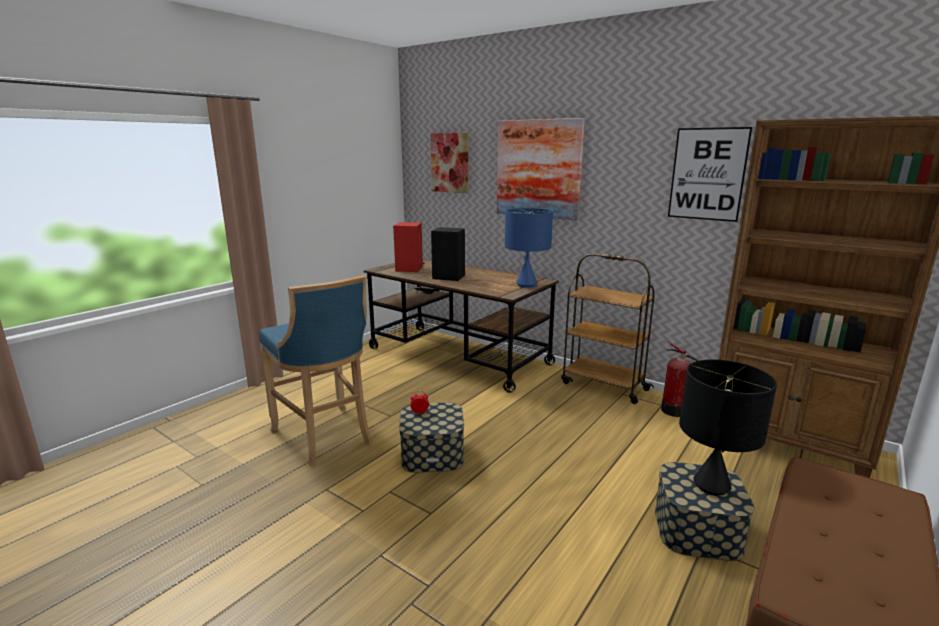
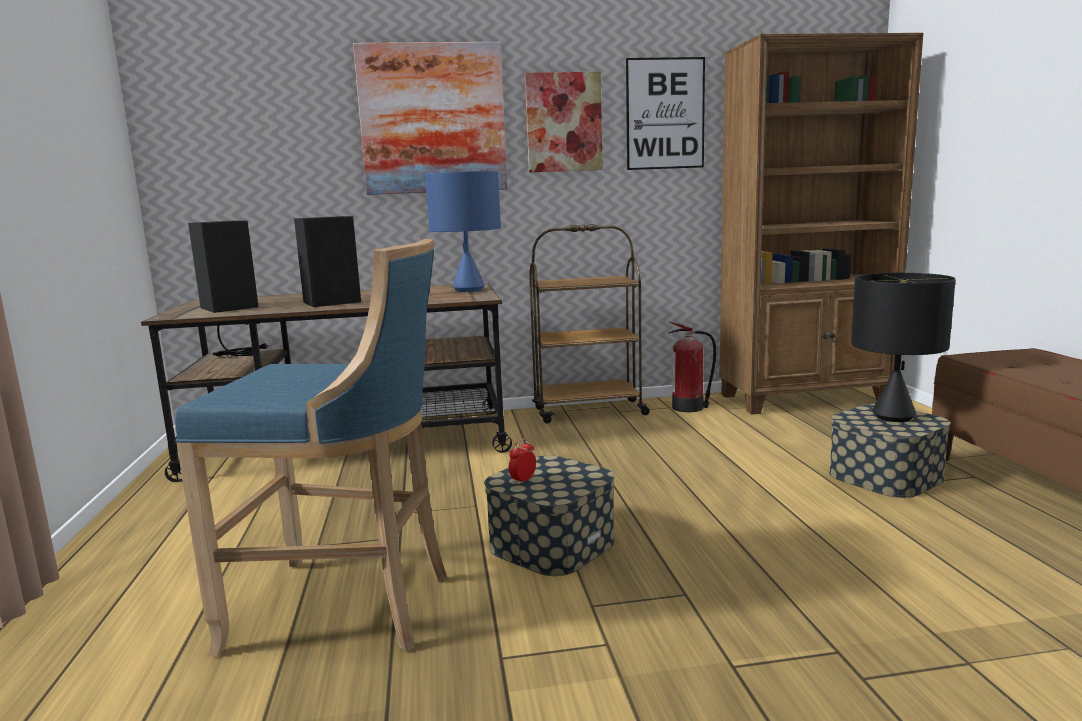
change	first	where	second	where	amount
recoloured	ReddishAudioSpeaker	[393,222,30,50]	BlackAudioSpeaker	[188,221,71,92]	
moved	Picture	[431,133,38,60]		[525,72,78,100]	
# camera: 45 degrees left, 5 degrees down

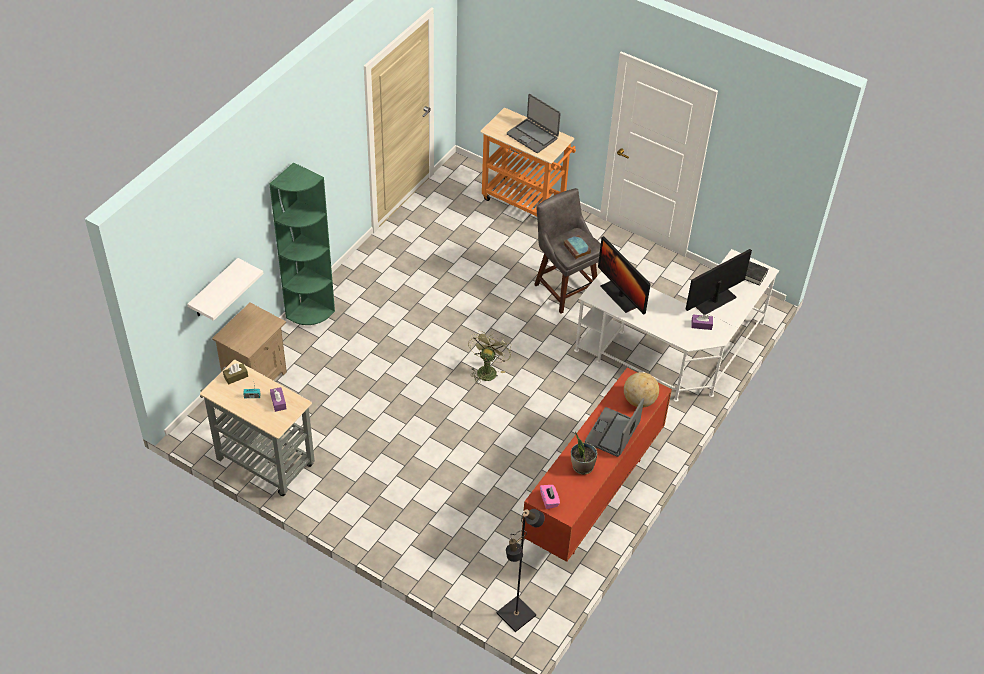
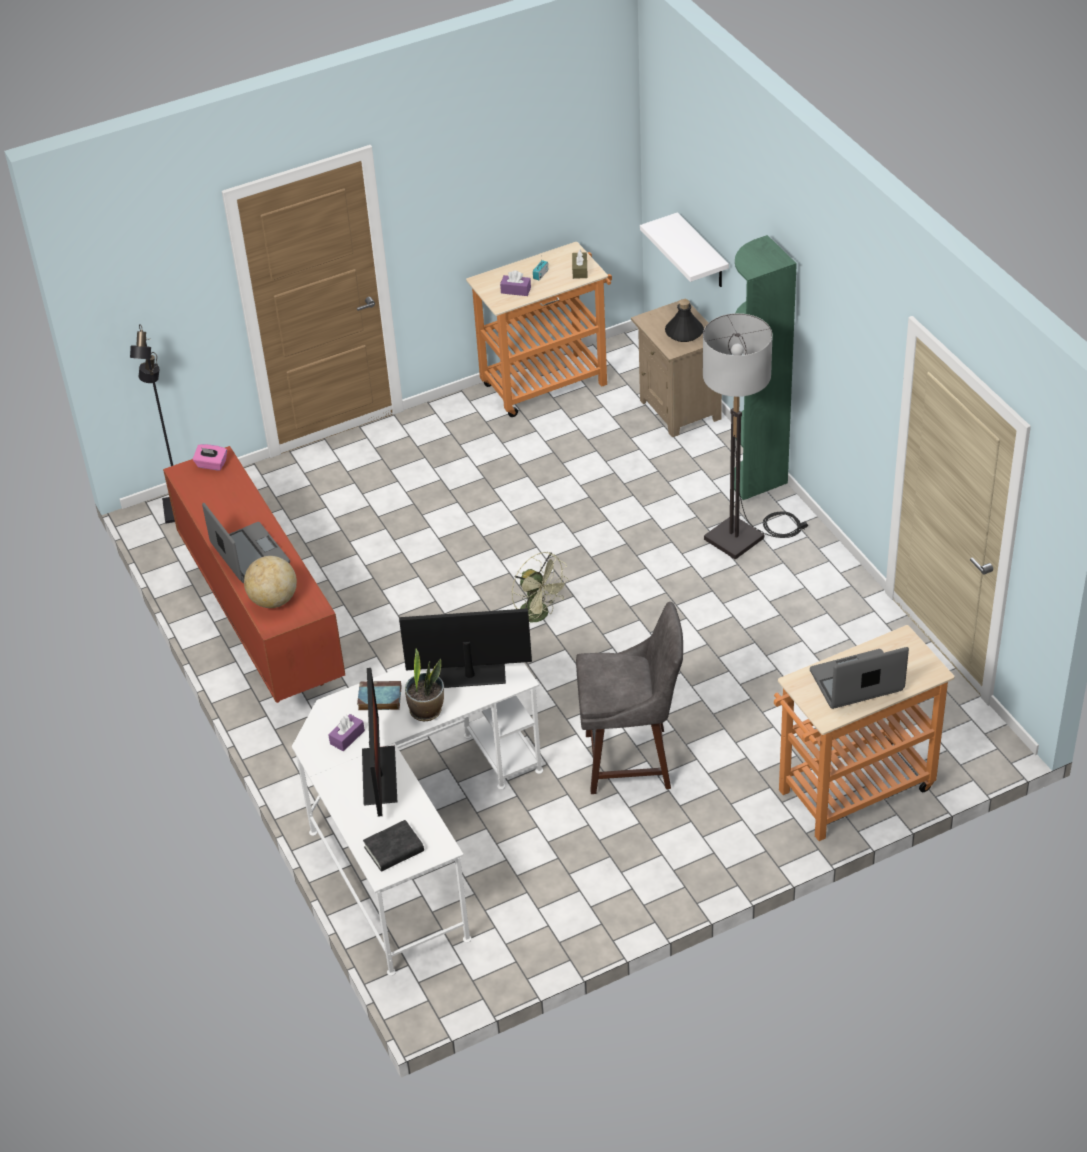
change	first	where	second	where	amount
recoloured	GrayCart	[200,360,115,136]	OrangeCart	[466,242,146,175]	
moved	BoundBook	[563,235,28,24]		[357,681,45,29]	
moved	PlantInAPot	[571,432,26,43]		[405,649,39,72]	
added			BlackBottle	[665,299,39,43]	
added			FloorLamp	[703,313,105,247]	
# camera: 125 degrees right, 5 degrees down

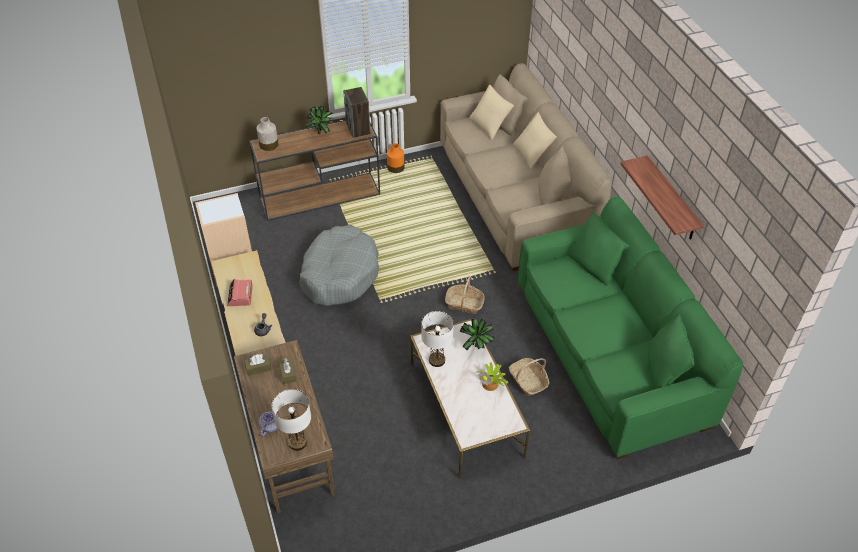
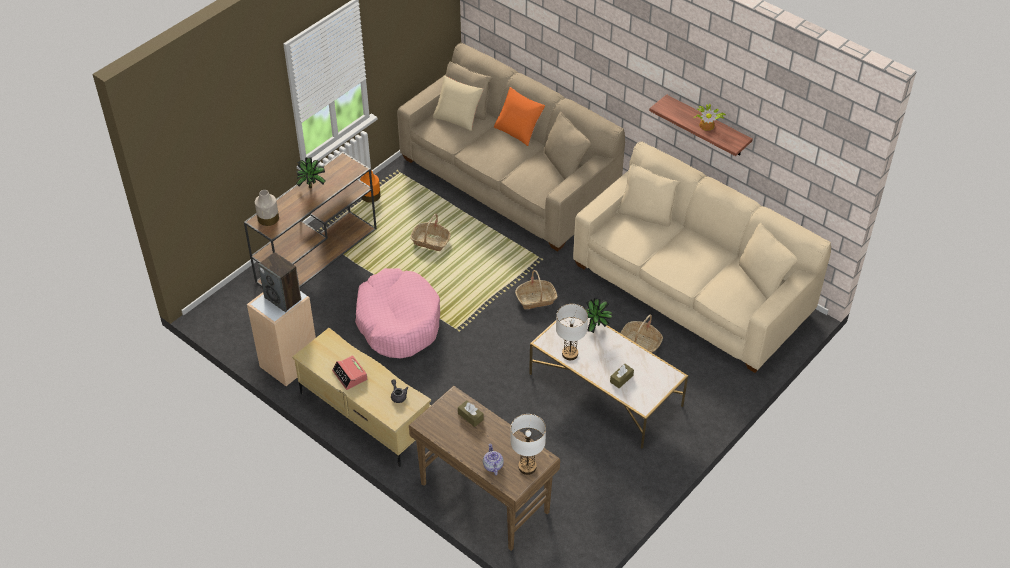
change	first	where	second	where	amount
moved	BrownishBoxOfTissues	[244,354,28,22]		[610,364,24,24]	
recoloured	GrayPetBed	[299,225,80,81]	PinkishPetBed	[355,268,85,90]	
moved	AudioSpeaker	[343,87,28,51]		[258,252,43,60]	
moved	PlantInAPot	[476,362,32,29]		[694,104,32,27]	
recoloured	BeigeColouredThrowPillow	[514,112,43,57]	OrangeThrowPillow	[494,87,51,59]	
recoloured	GreenishCouch	[517,197,226,262]	BeigeColouredCouch	[573,141,258,232]	
added			Basket	[410,214,41,37]	
# camera: 30 degrees left, 0 degrees up

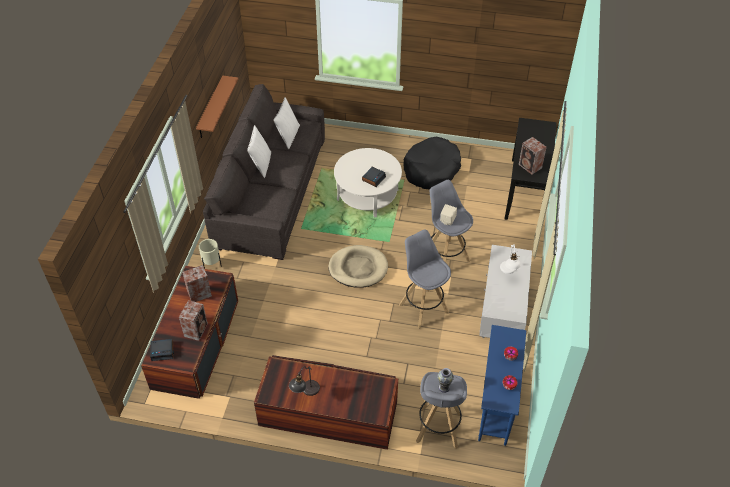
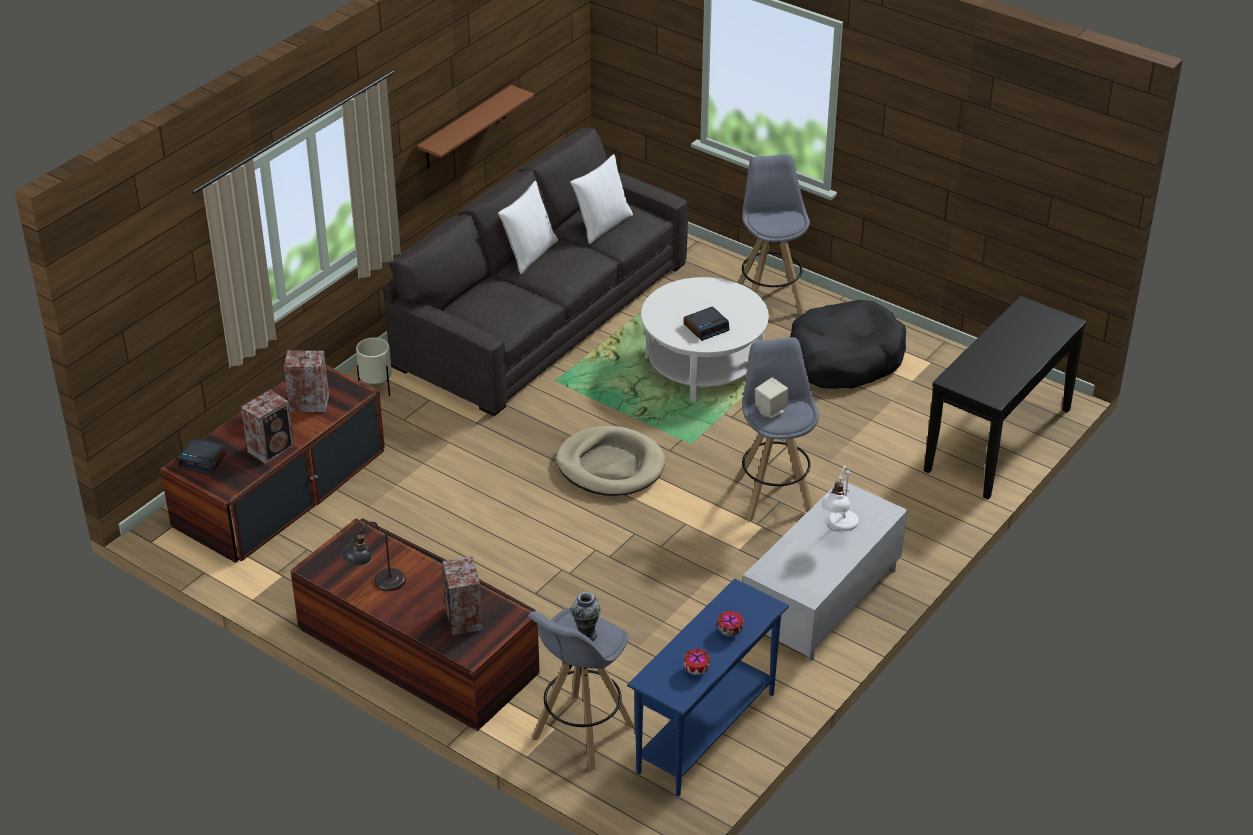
change	first	where	second	where	amount
moved	GrayStool	[399,230,52,99]		[738,154,72,161]	
moved	AudioSpeaker	[519,137,28,38]		[442,556,41,79]	
# camera: 25 degrees right, 10 degrees down

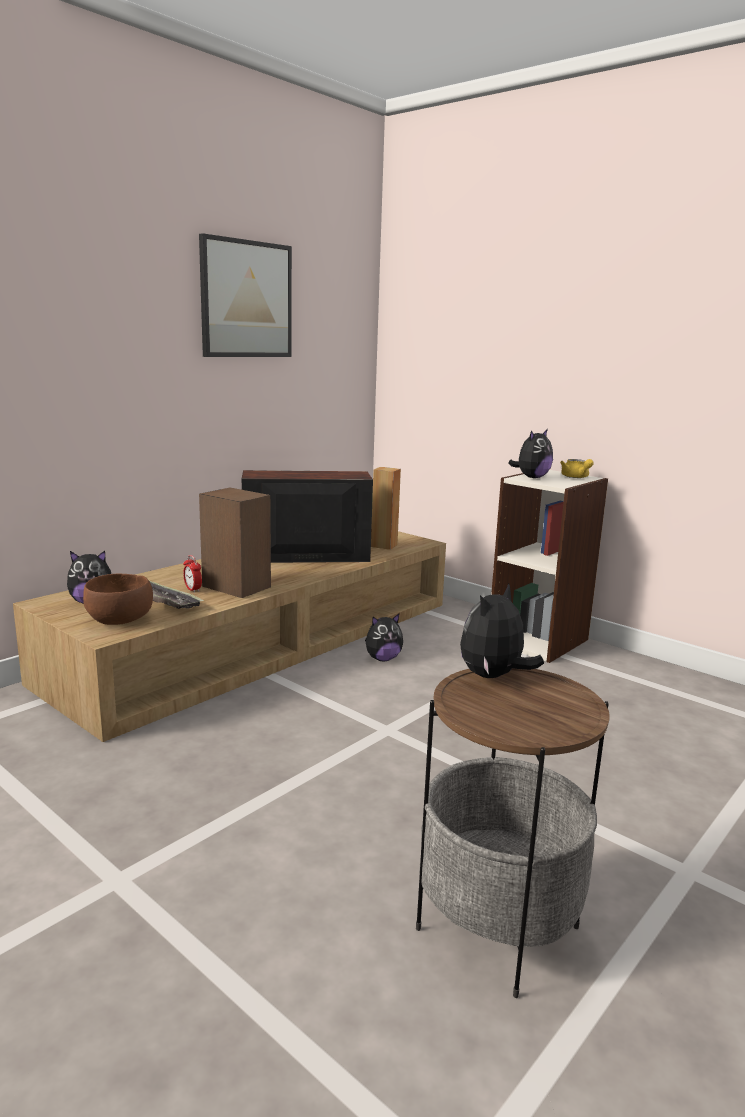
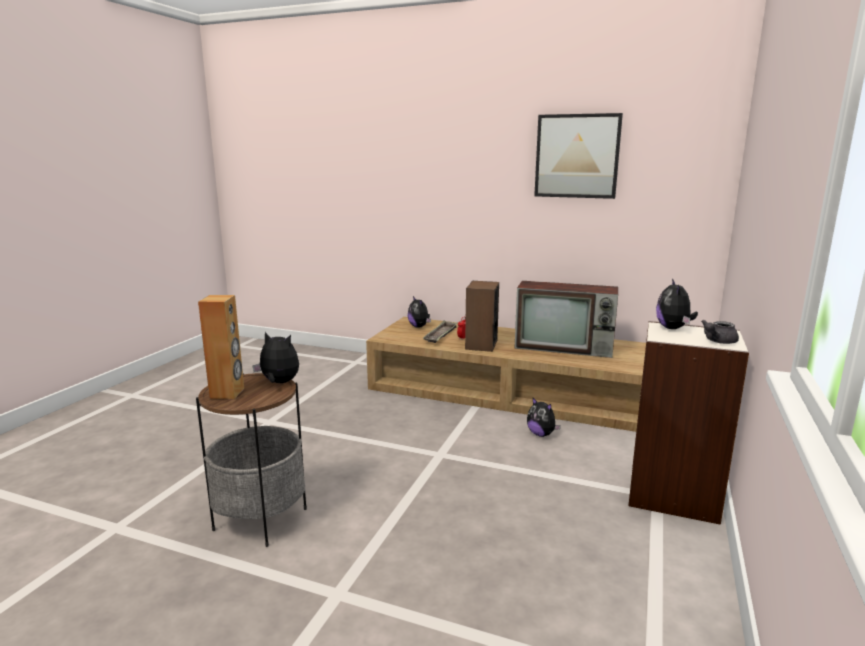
change	first	where	second	where	amount
removed	BrownishDeepDish	[83,574,70,51]			
turned	Television	[242,470,131,93]		[514,281,104,77]	135 degrees clockwise
moved	BrownishAudioSpeaker	[371,467,30,83]		[198,295,46,104]	
turned	CuddlyToy	[508,429,45,49]		[656,278,42,51]	75 degrees clockwise
recoloured	YellowishTeaPot	[560,459,34,19]	GrayTeaPot	[701,320,38,24]	
# camera: 70 degrees right, 0 degrees up

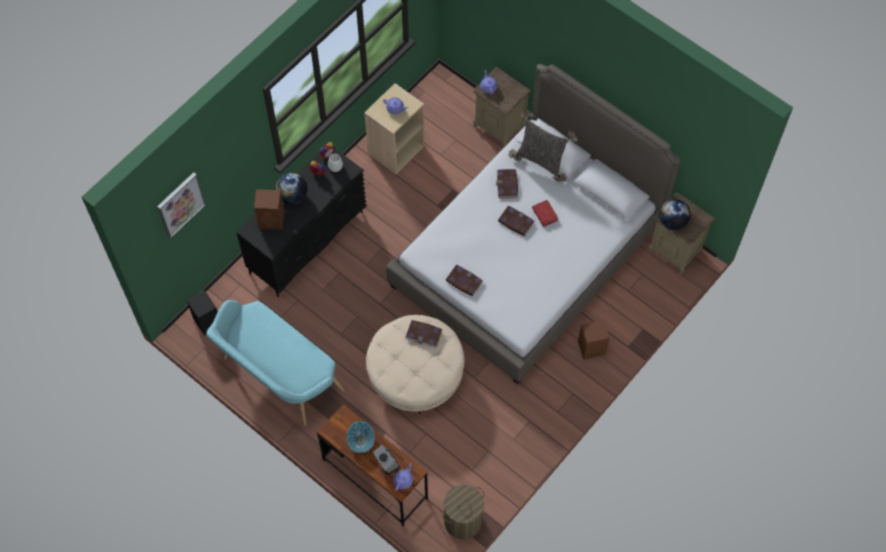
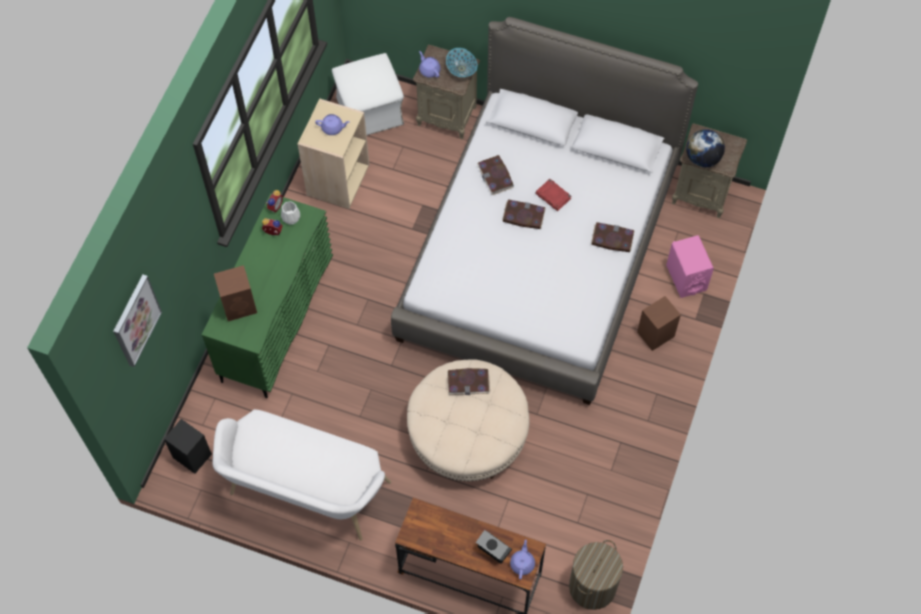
change	first	where	second	where	amount
recoloured	TurquoiseIndoorBench	[207,300,137,126]	WhitishIndoorBench	[212,409,179,132]	
recoloured	BlackDresser	[236,149,131,148]	GreenishDresser	[202,193,131,205]	
removed	WorldGlobe	[276,173,32,31]			
moved	DeepDish	[347,421,28,32]		[446,48,32,29]	
moved	BoundBook	[446,265,37,31]		[591,222,44,30]	
removed	ThrowPillow	[508,110,70,72]			
added			WhitishOttoman	[332,53,72,82]	
added			PinkishAudioSpeaker	[666,235,48,63]	
# camera: 20 degrees left, 0 degrees up

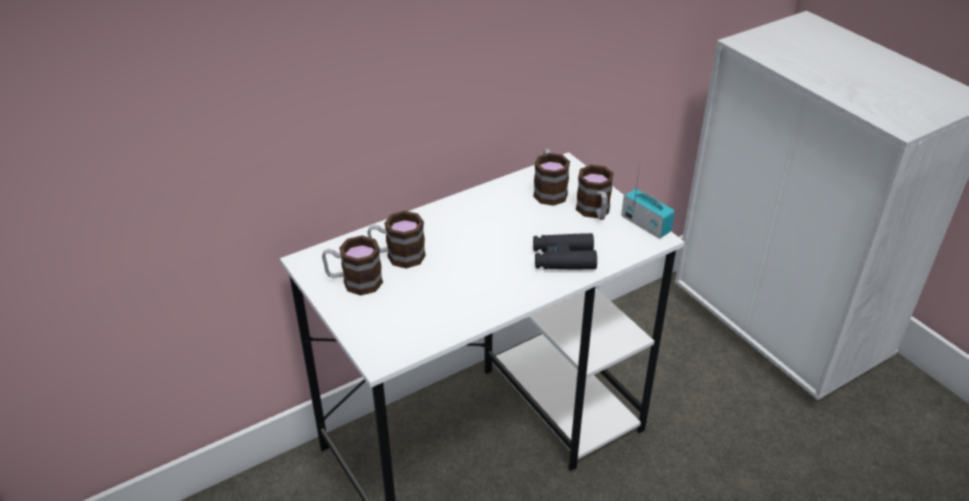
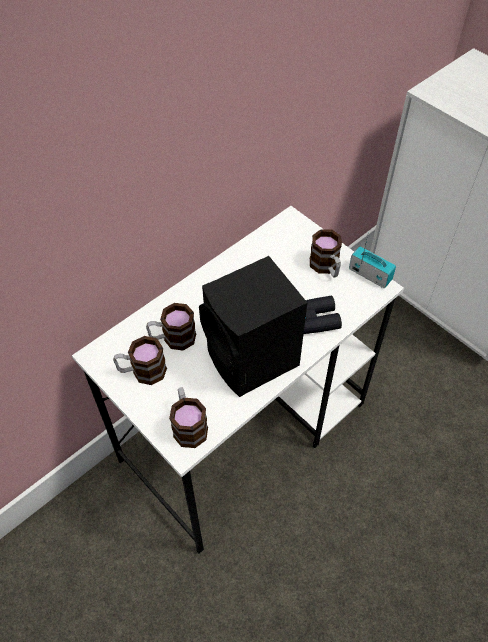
change	first	where	second	where	amount
moved	TeaMug	[533,149,37,57]		[169,387,39,61]	
added			BlackAudioSpeaker	[199,256,108,141]	
# camera: 10 degrees left, 15 degrees up

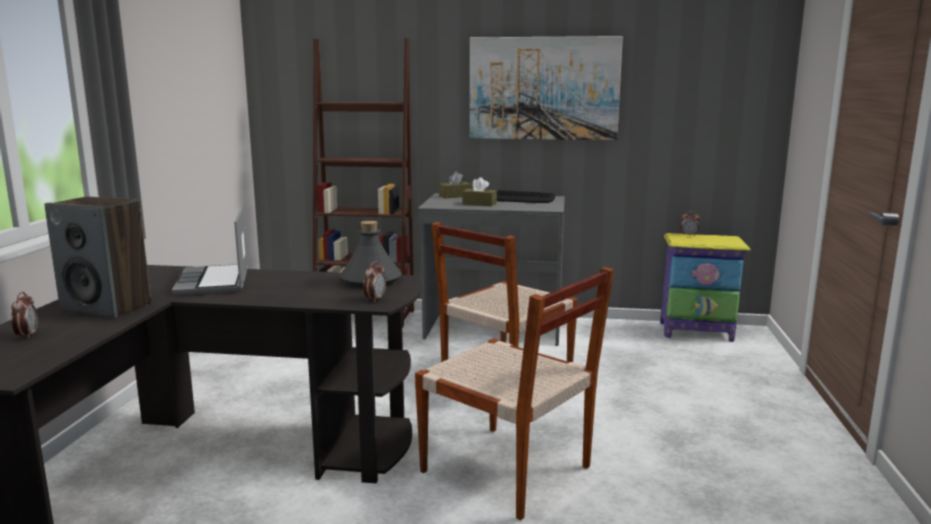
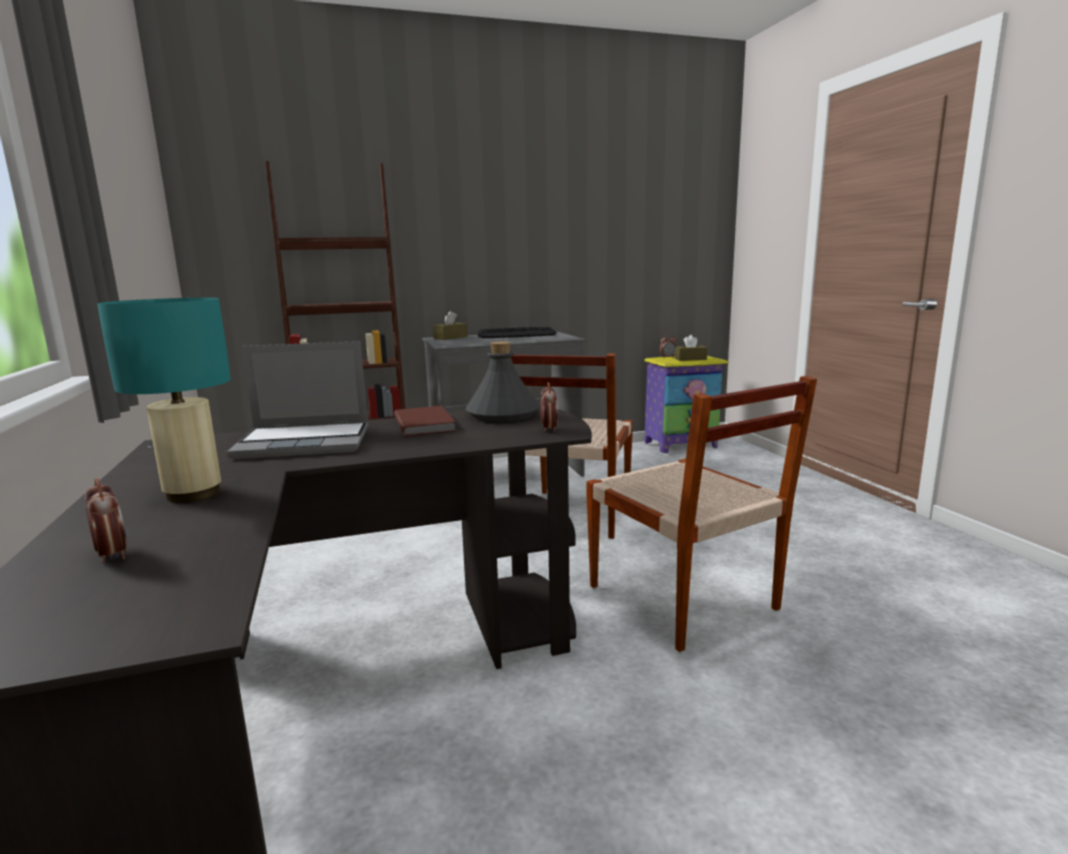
change	first	where	second	where	amount
replaced	AudioSpeaker	[44,196,107,123]	TurquoiseTabletopLamp	[97,298,133,205]	
turned	NotebookComputer	[172,207,76,88]		[227,341,142,118]	60 degrees counterclockwise
turned	PlainChair	[415,267,199,253]		[586,376,231,276]	45 degrees clockwise
moved	BrownishBoxOfTissues	[462,177,35,29]		[675,335,32,26]	
removed	Picture	[470,36,153,104]			
added			BrownishBoundBook	[394,406,62,30]	
# camera: 25 degrees left, 0 degrees up

